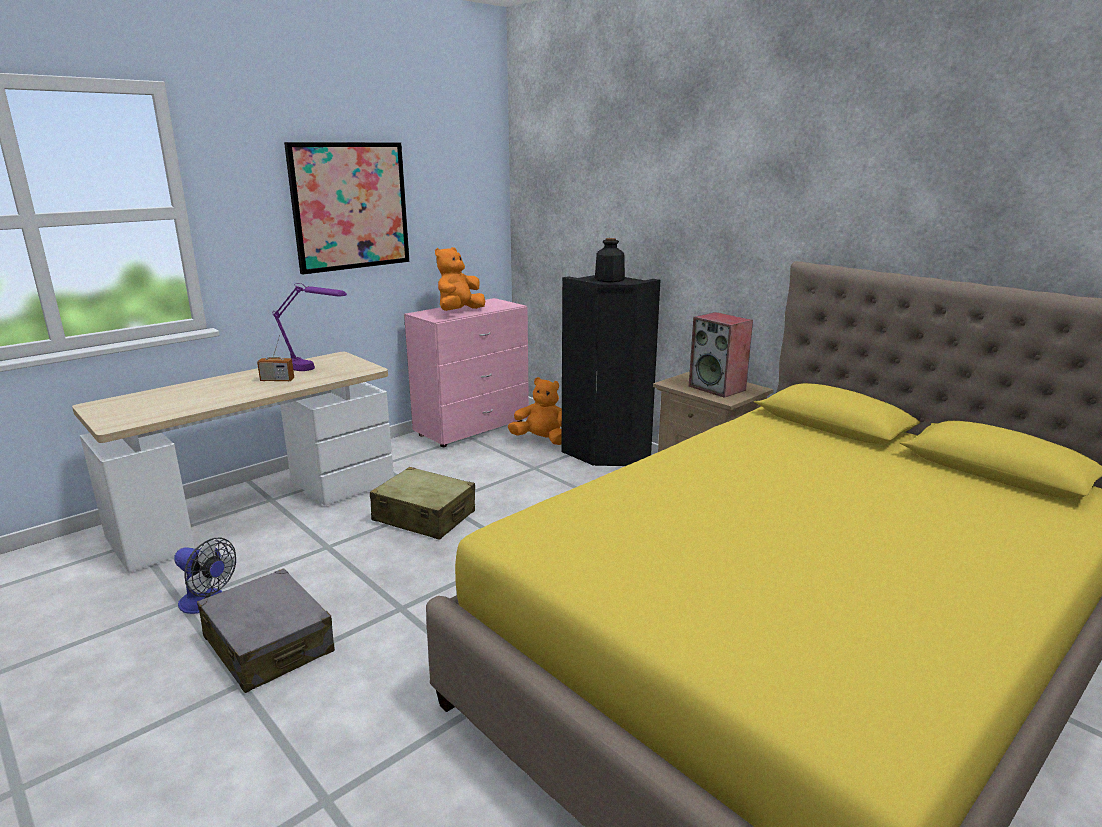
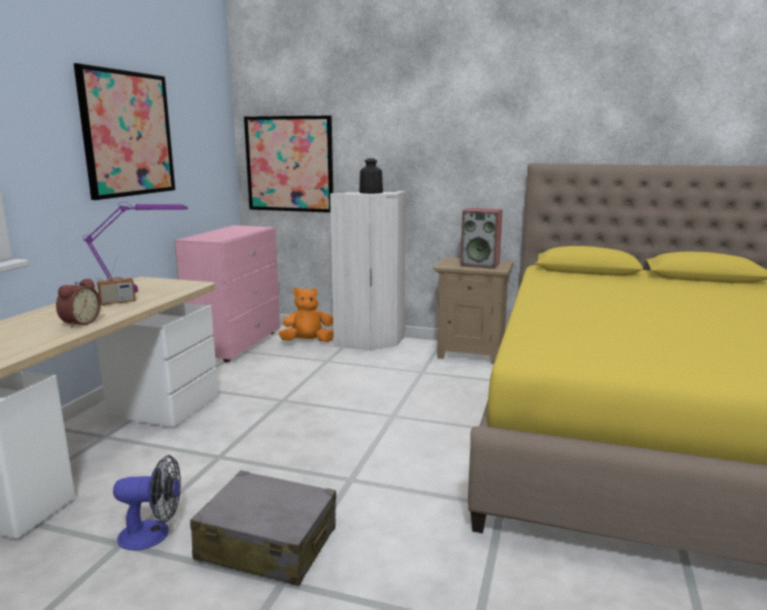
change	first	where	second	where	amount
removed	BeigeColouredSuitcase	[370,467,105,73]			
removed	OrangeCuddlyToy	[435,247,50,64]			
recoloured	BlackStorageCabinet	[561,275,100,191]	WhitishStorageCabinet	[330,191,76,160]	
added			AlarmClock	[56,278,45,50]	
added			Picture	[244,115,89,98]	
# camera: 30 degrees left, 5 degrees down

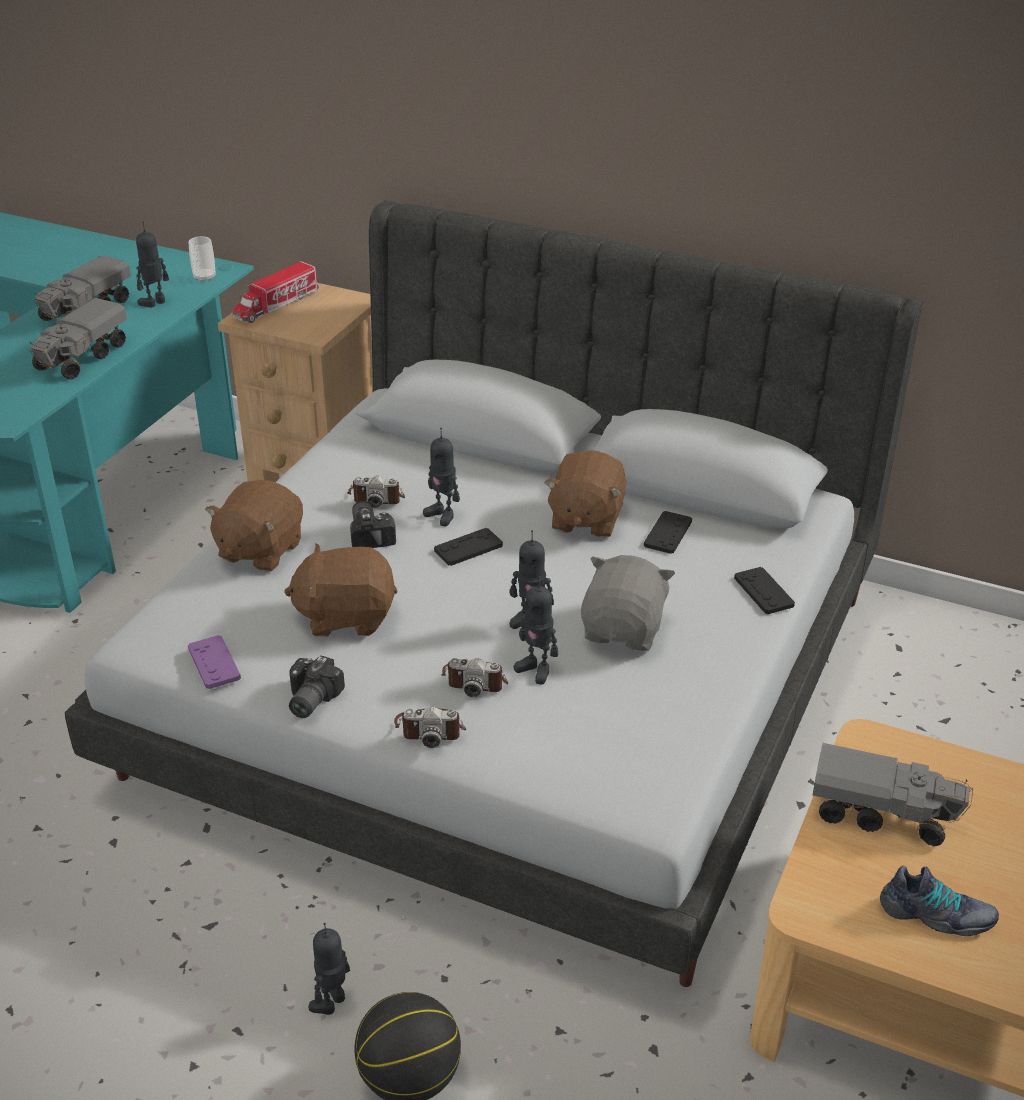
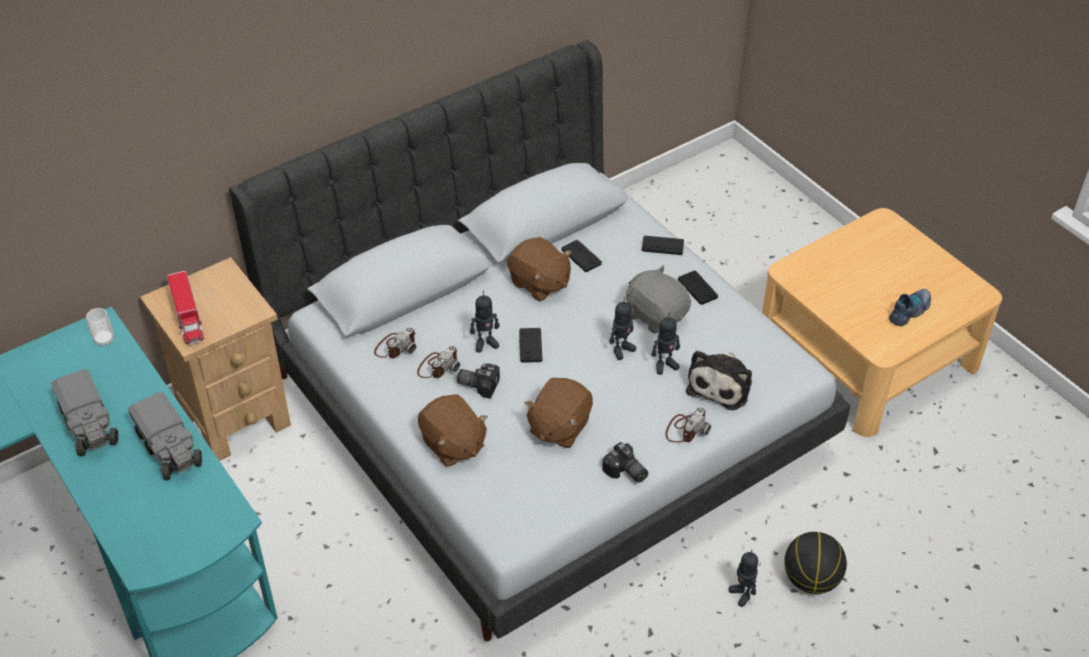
change	first	where	second	where	amount
removed	ModelRobot	[136,222,33,85]			
removed	PurplishJoypad	[188,635,53,54]			
moved	PhotoCamera	[441,658,67,39]		[374,327,42,31]	
removed	ModelTruck	[813,743,160,103]			
added			BlackJoypad	[678,271,40,34]	
added			CuddlyToy	[686,350,66,60]	
# camera: 60 degrees left, 10 degrees up

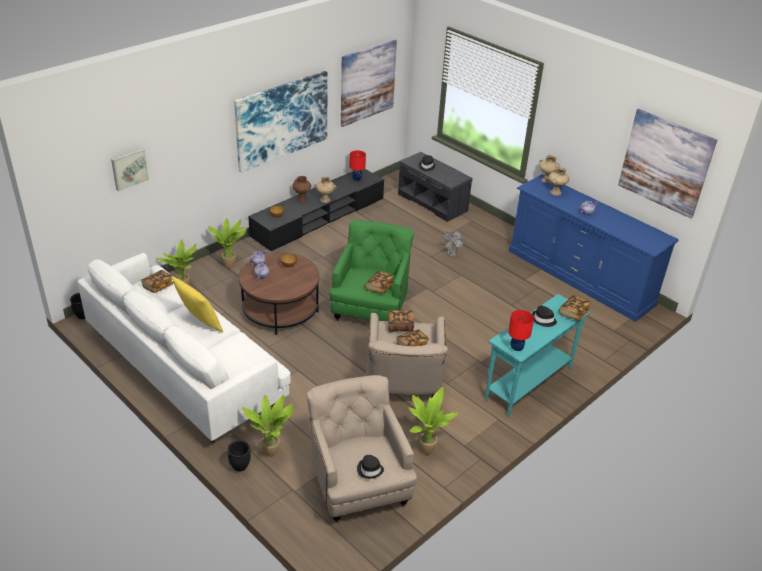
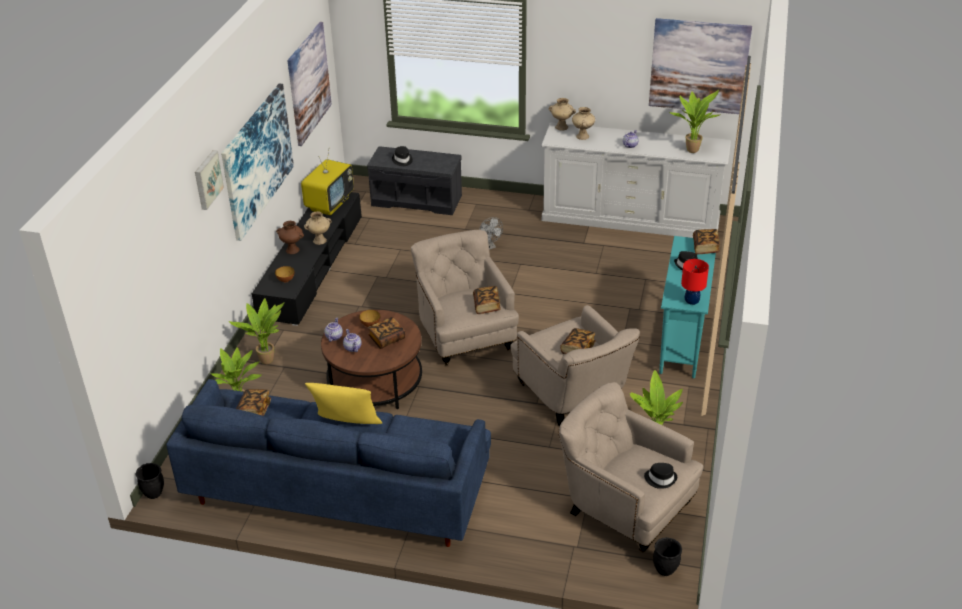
change	first	where	second	where	amount
recoloured	WhitishCouch	[77,253,214,190]	BlueCouch	[166,379,325,168]	
moved	Picture	[111,148,38,43]		[195,150,29,60]	
moved	BlackFlowerPot	[227,440,24,31]		[653,537,29,39]	
moved	PlantInAPot	[242,395,53,62]		[670,90,51,63]	
recoloured	GreenishArmchair	[329,220,85,101]	BeigeColouredArmchair	[411,230,108,135]	
replaced	ReddishTabletopLamp	[349,150,17,31]	Television	[301,151,53,64]	
moved	BoundBook	[388,310,26,22]		[368,317,37,32]	
recoloured	BlueStorageCabinet	[509,174,170,148]	WhitishStorageCabinet	[541,123,190,115]	
# camera: 30 degrees left, 0 degrees up

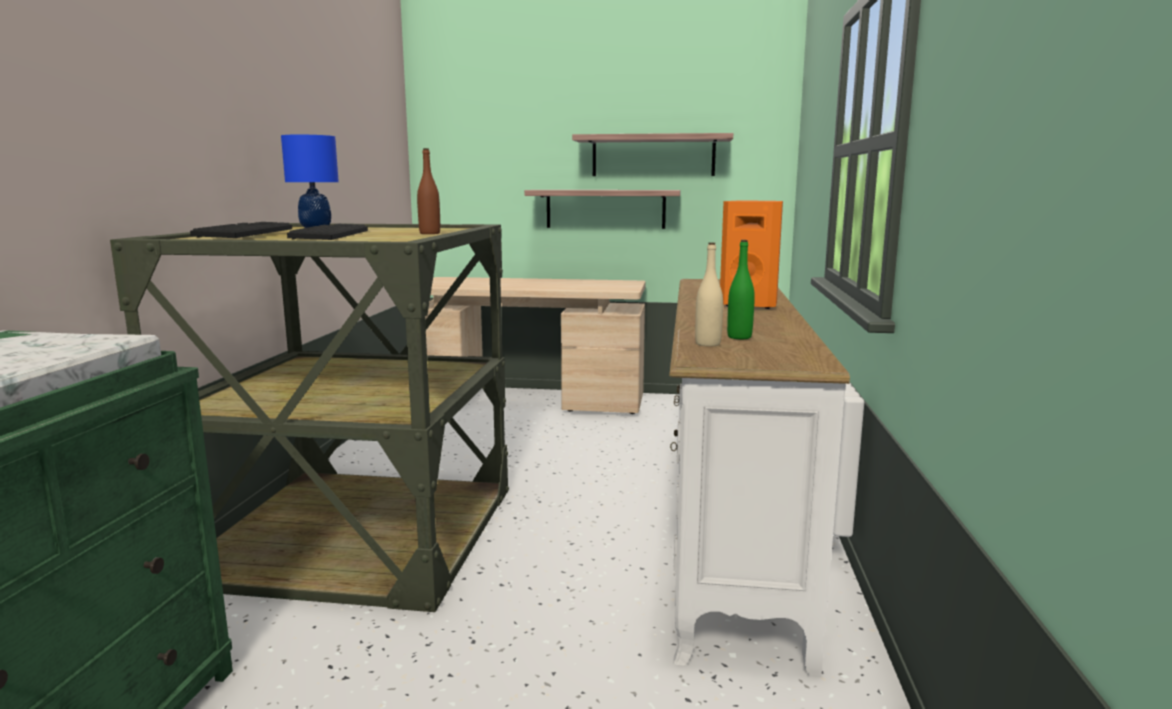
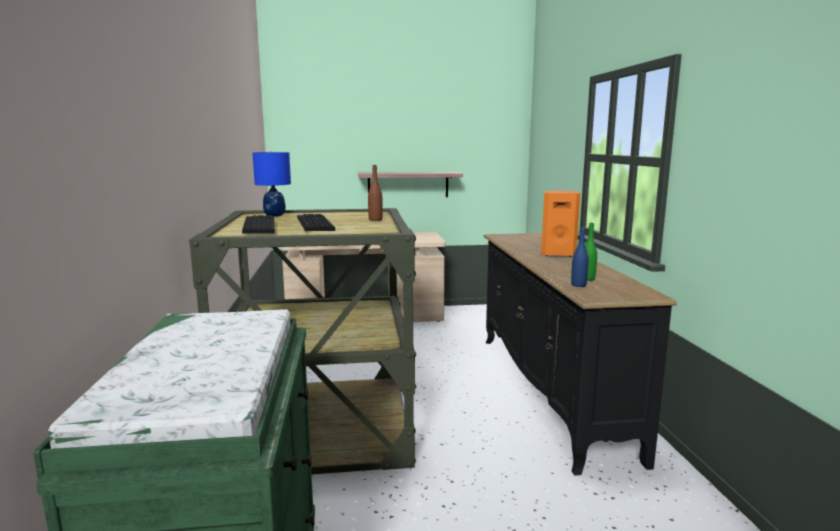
change	first	where	second	where	amount
removed	Shelf	[572,133,161,43]			
recoloured	WhitishStorageCabinet	[669,279,181,398]	BlackStorageCabinet	[484,233,193,242]	
recoloured	BeigeColouredBottle	[695,242,28,105]	BlueBottle	[571,227,18,60]	
# camera: 15 degrees left, 0 degrees up

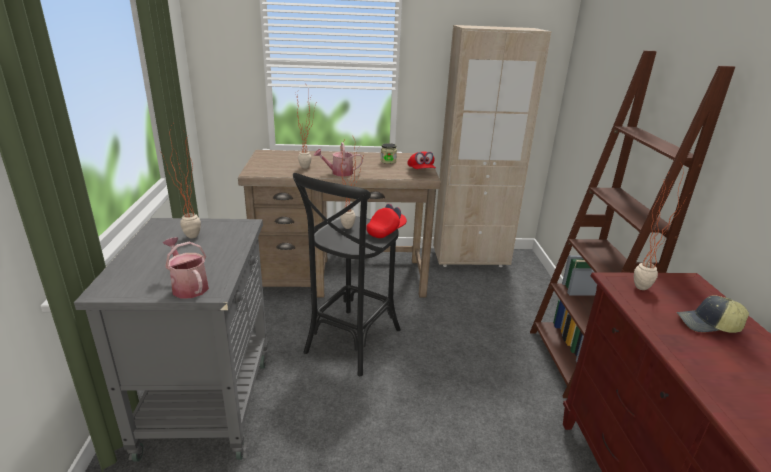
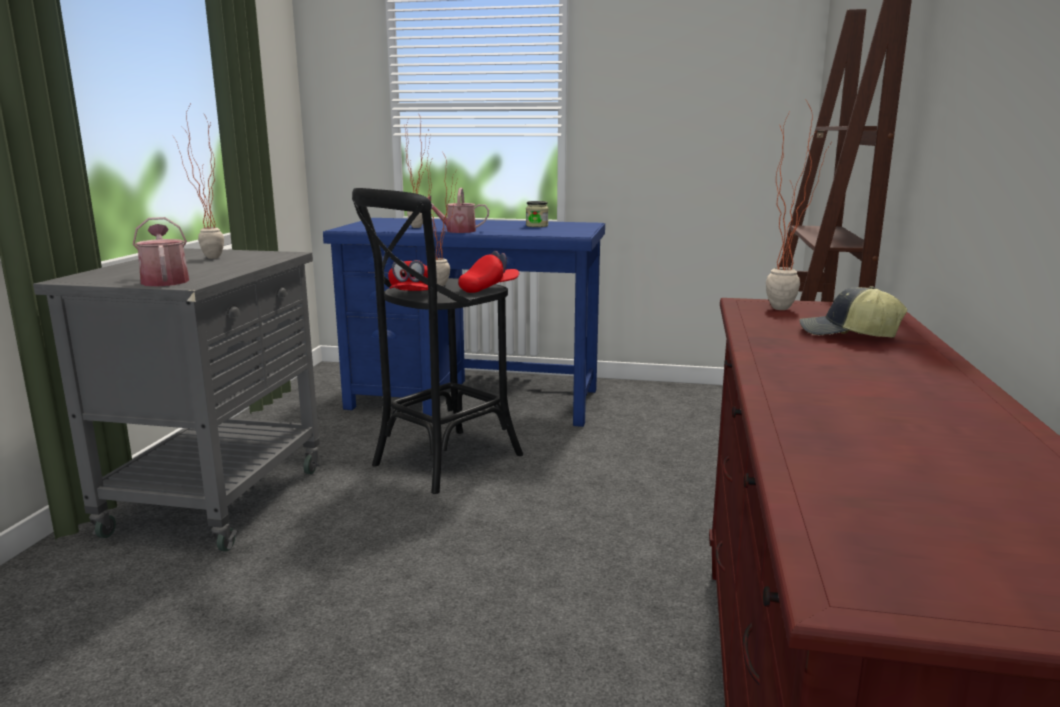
change	first	where	second	where	amount
recoloured	BrownishDeskUnit	[238,150,203,148]	BlueDeskUnit	[323,218,282,209]	
moved	ReddishBaseballCap	[408,151,28,18]		[388,260,40,31]	
removed	BeigeColouredStorageCabinet	[433,25,119,242]			
# camera: 15 degrees right, 10 degrees down

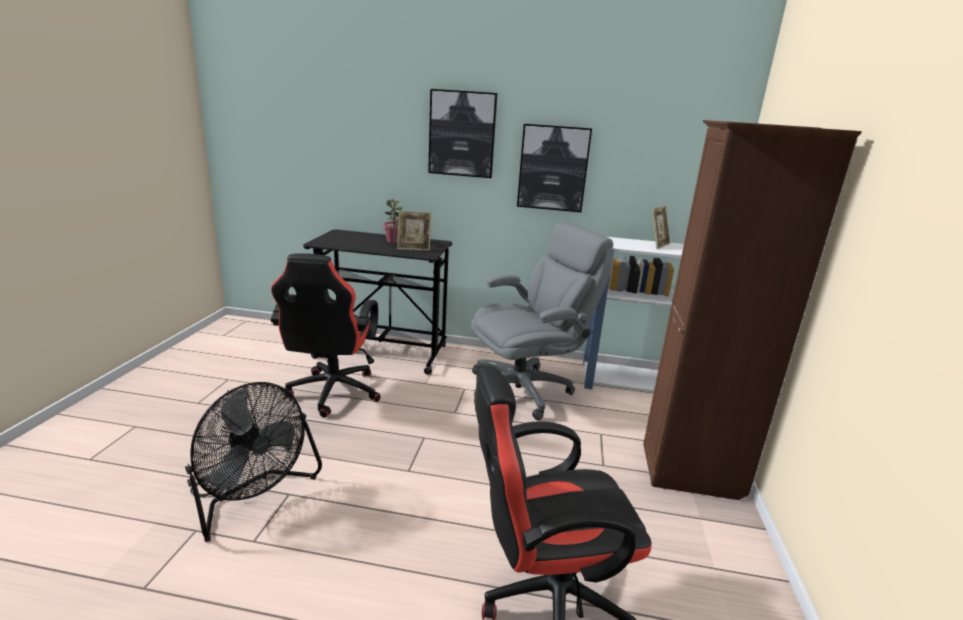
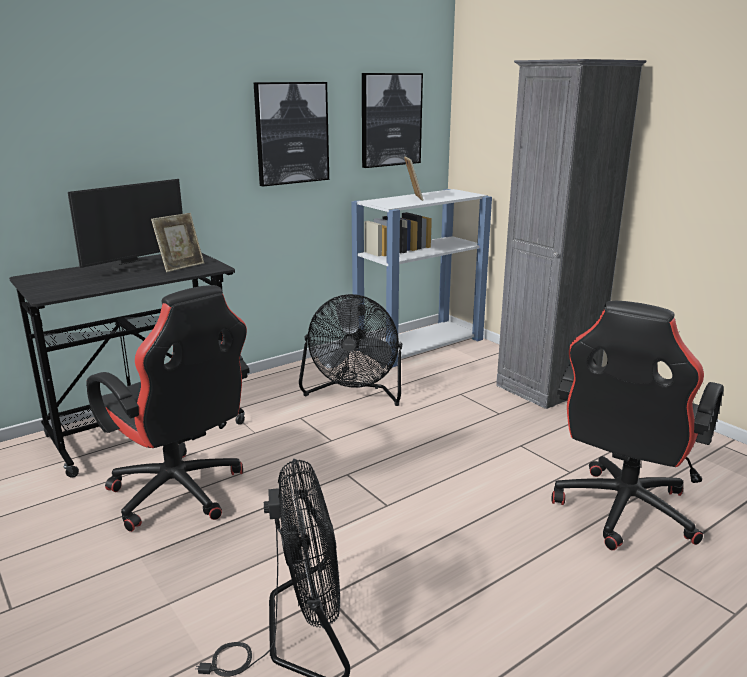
change	first	where	second	where	amount
replaced	PlantInAPot	[383,199,19,44]	Monitor	[68,179,115,93]	
moved	Picture	[428,89,69,89]		[362,73,61,95]	
replaced	GrayDeskChair	[471,222,142,198]	BlackFan	[299,294,103,112]	
recoloured	BrownishStorageCabinet	[643,120,219,380]	GrayStorageCabinet	[496,59,151,350]	
# camera: 45 degrees left, 0 degrees up

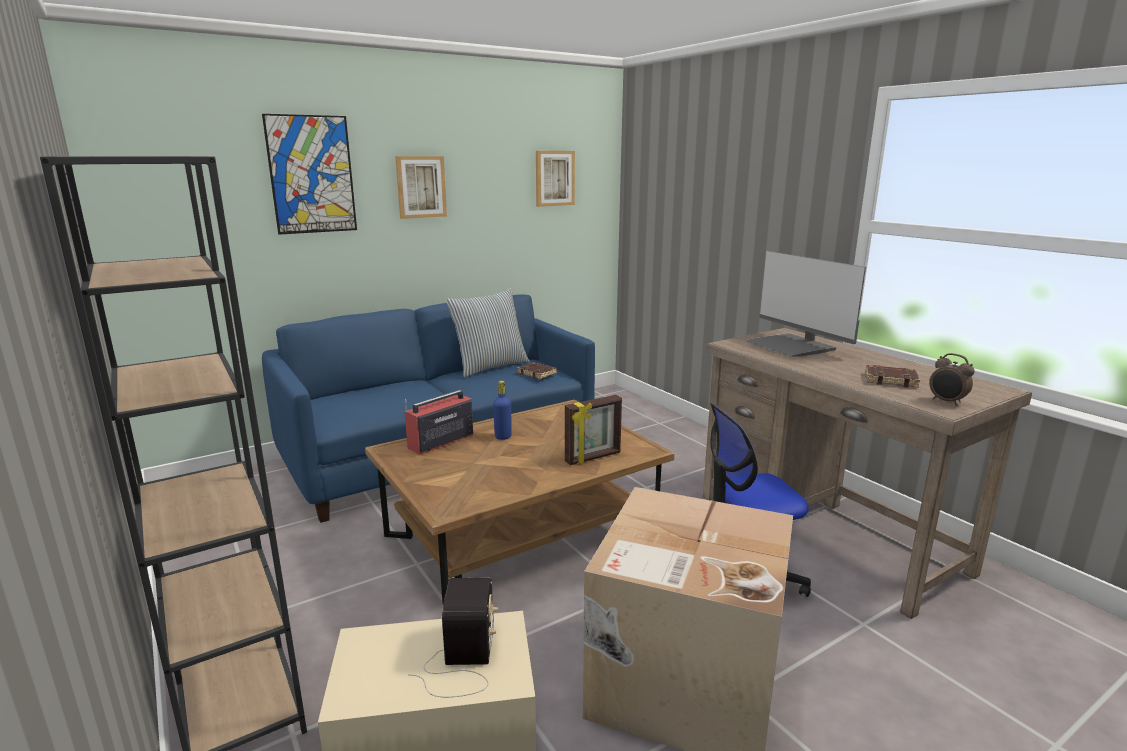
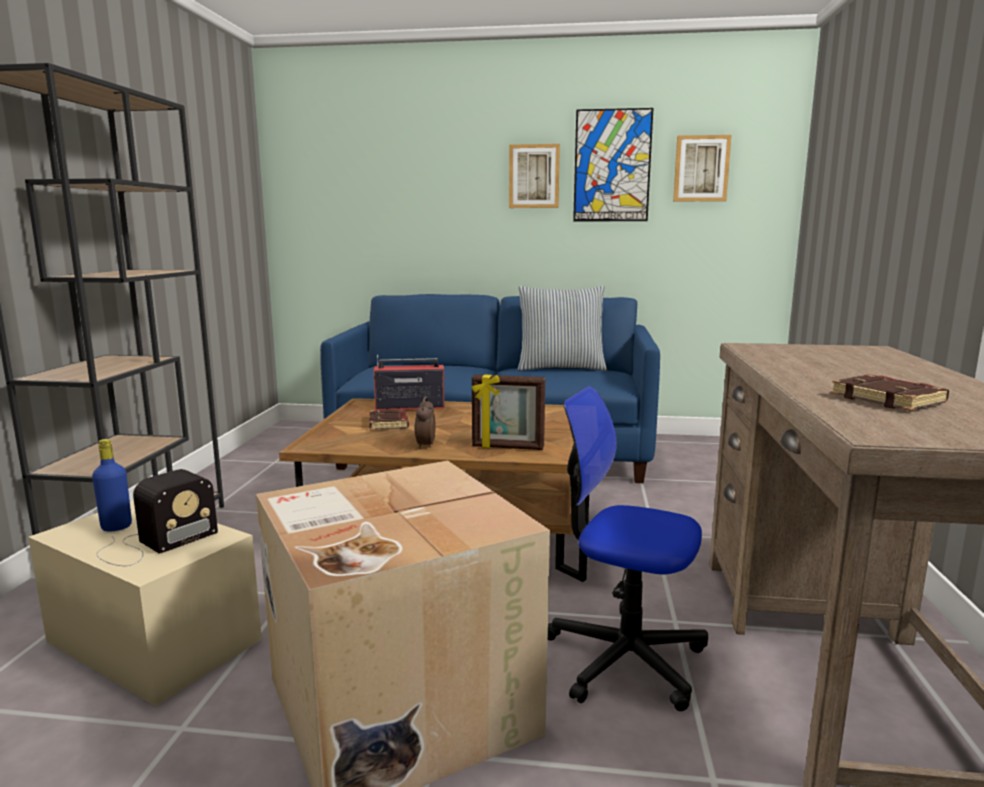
change	first	where	second	where	amount
moved	Picture	[262,114,95,121]		[573,108,80,113]	
moved	BlueBottle	[493,381,19,59]		[92,439,40,93]	
moved	BrownishBoundBook	[517,362,40,17]		[369,409,40,21]	
removed	Monitor	[746,251,120,106]			
moved	AlarmClock	[929,353,46,53]		[415,397,20,52]	
# camera: 40 degrees right, 5 degrees down

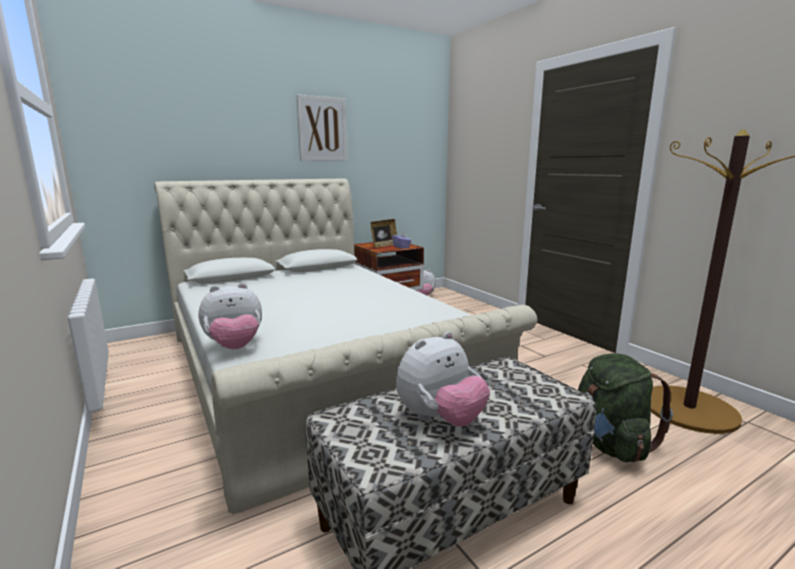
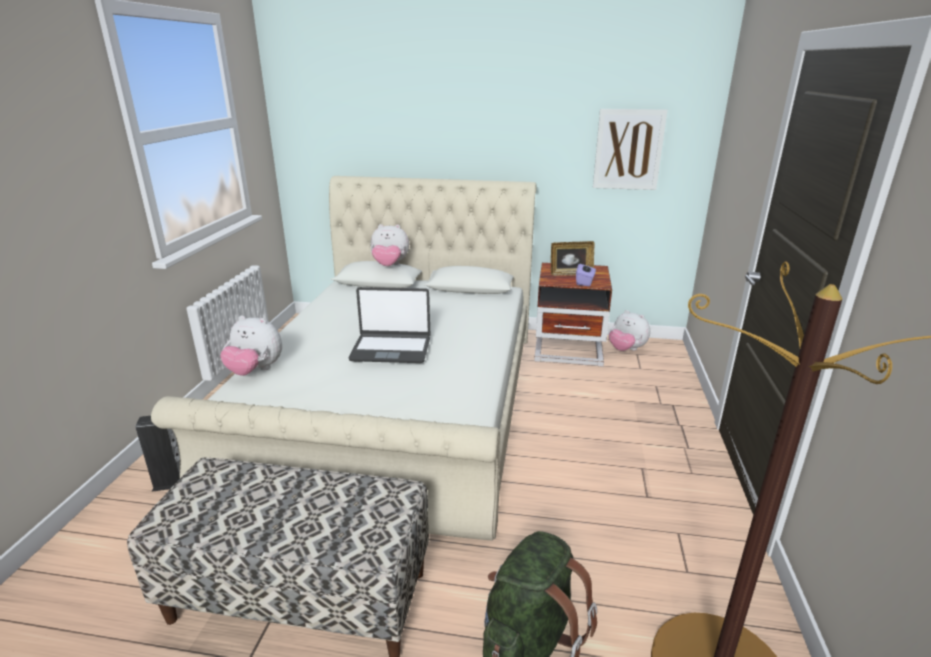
change	first	where	second	where	amount
moved	Picture	[297,94,50,67]		[593,109,74,81]	
moved	CuddlyToy	[396,332,94,95]		[371,224,38,42]	
added			AudioSpeaker	[135,416,45,76]	
added			NotebookComputer	[348,287,82,76]	
# camera: 40 degrees right, 10 degrees up

